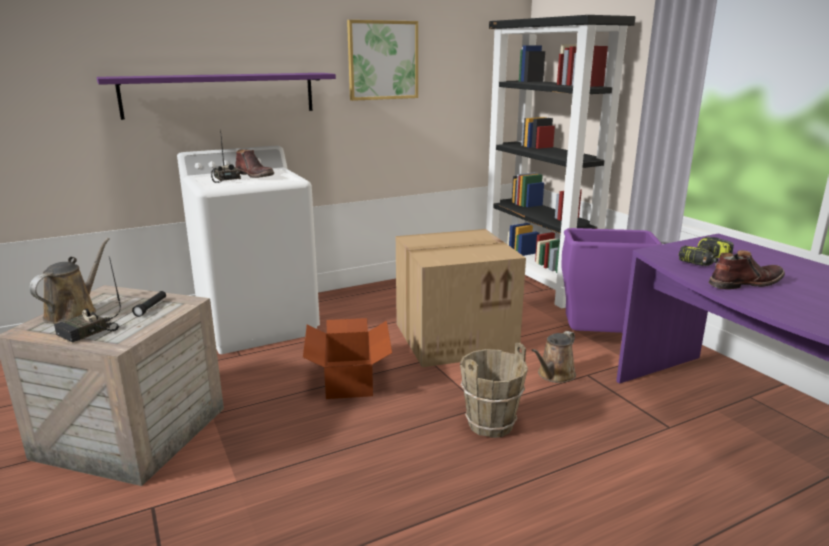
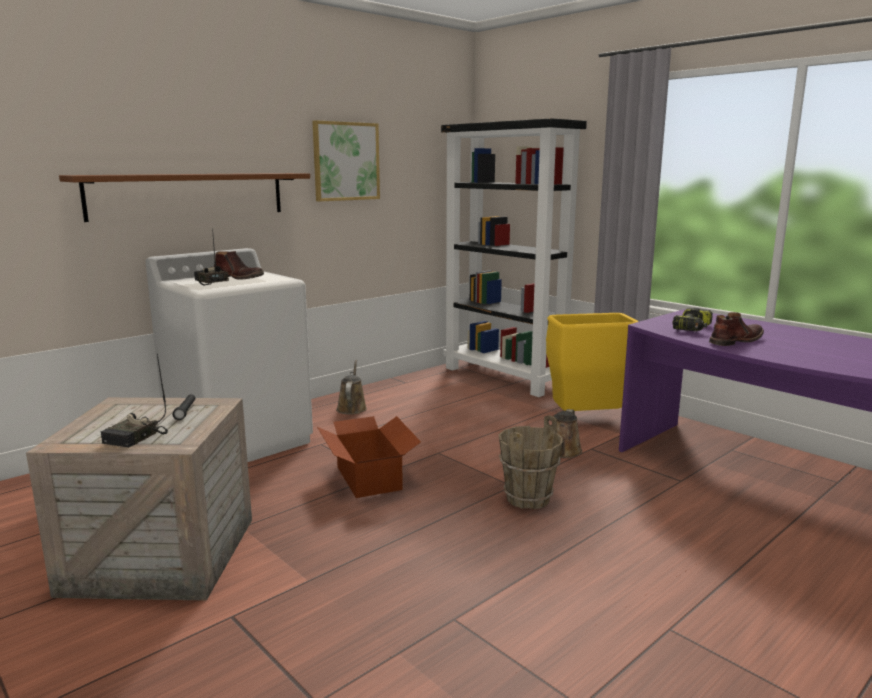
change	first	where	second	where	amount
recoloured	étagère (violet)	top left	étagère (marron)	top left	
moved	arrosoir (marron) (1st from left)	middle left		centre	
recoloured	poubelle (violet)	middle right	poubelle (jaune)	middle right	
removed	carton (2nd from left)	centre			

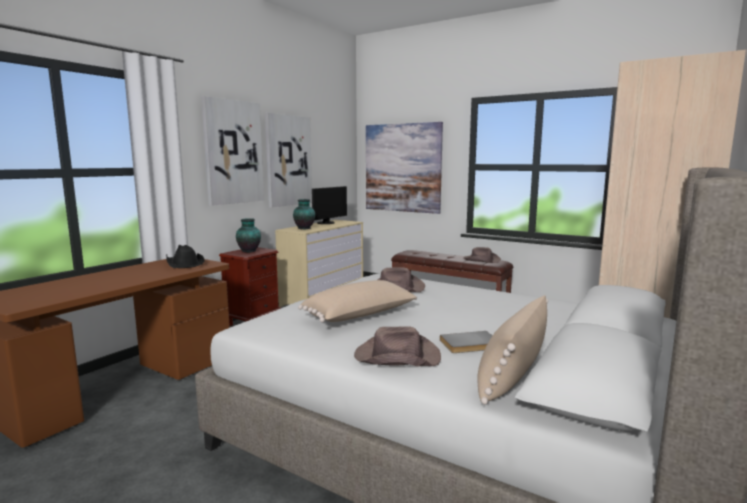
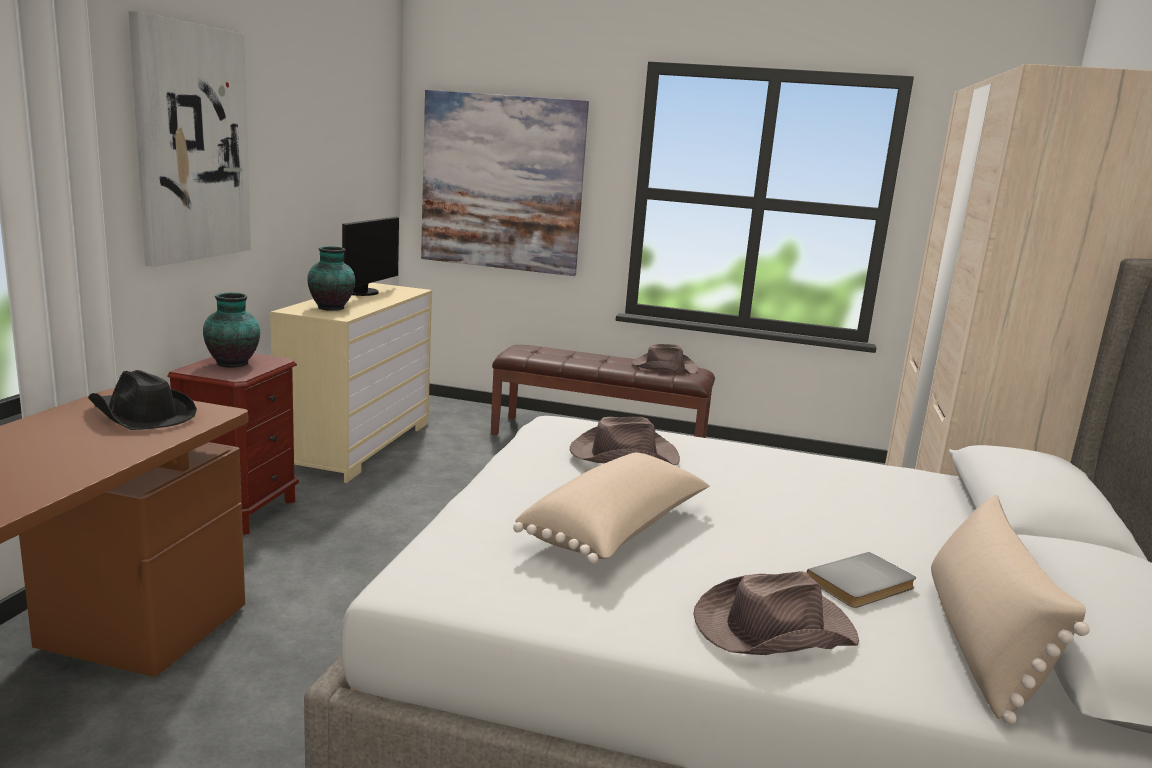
change	first	where	second	where	amount
removed	tableau (2nd from left)	top centre			

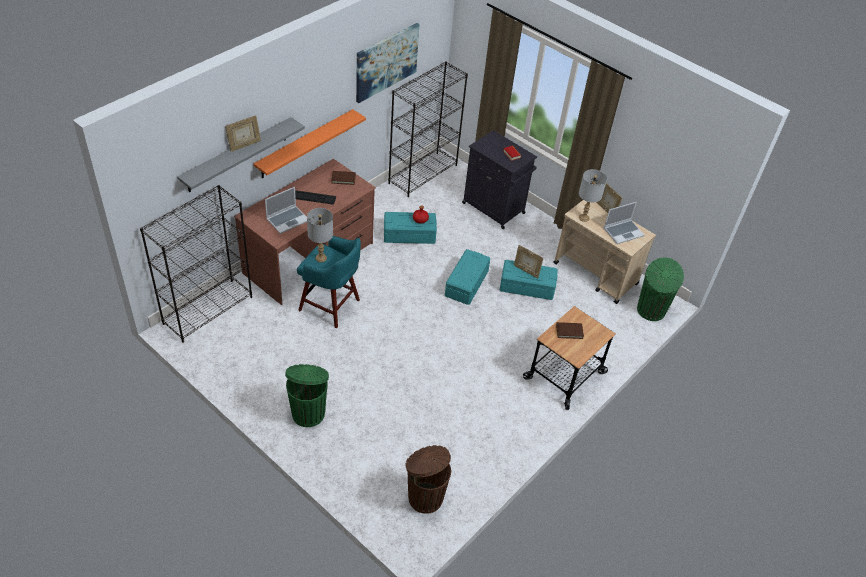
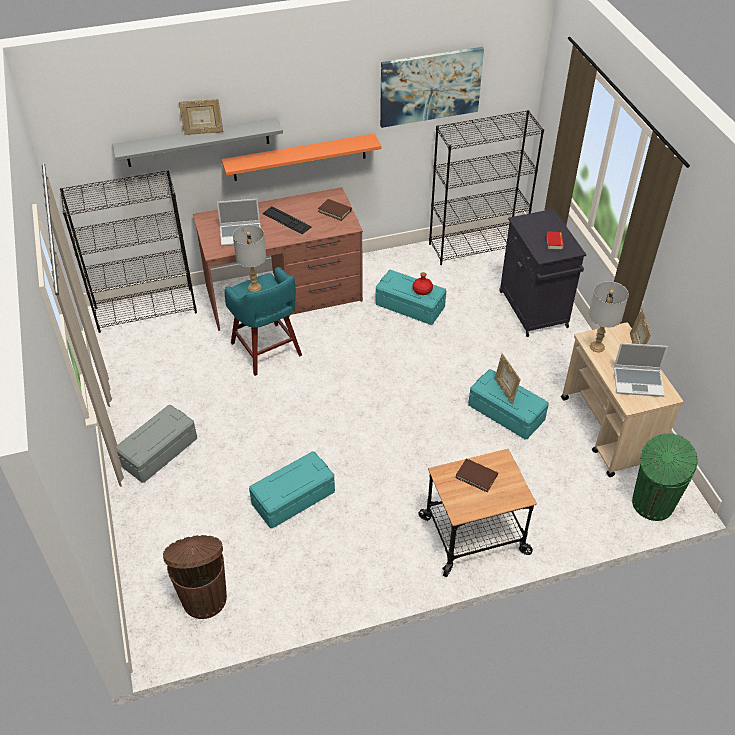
change	first	where	second	where	amount
replaced	poubelle (vert) (1st from left)	bottom centre	boîte de rangement (gris)	middle left	
moved	boîte de rangement (turquoise) (2nd from left in the first image)	centre	boîte de rangement (turquoise) (1st from left)	bottom centre	

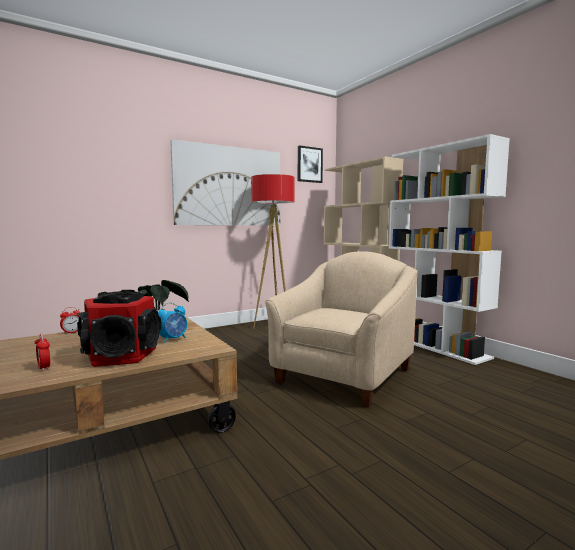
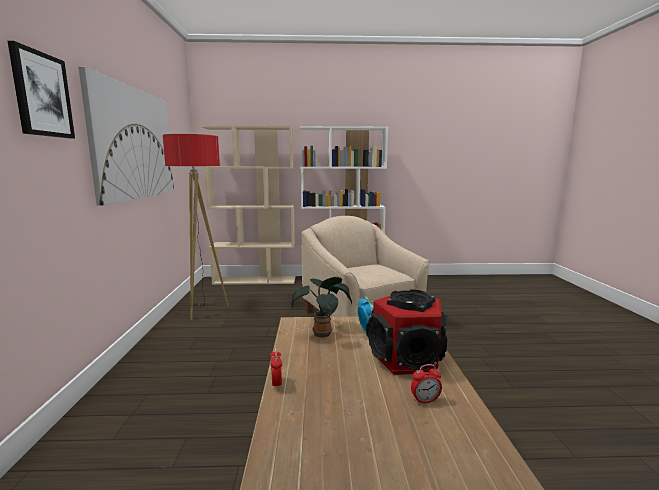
change	first	where	second	where	amount
moved	tableau (2nd from left in the first image)	top centre	tableau (1st from left)	top left	

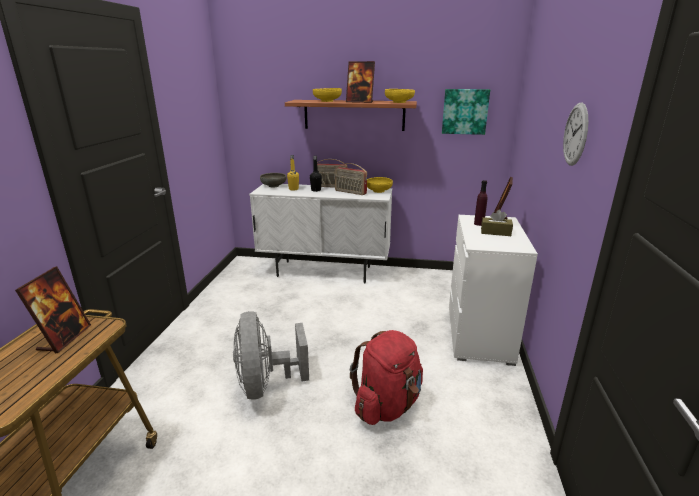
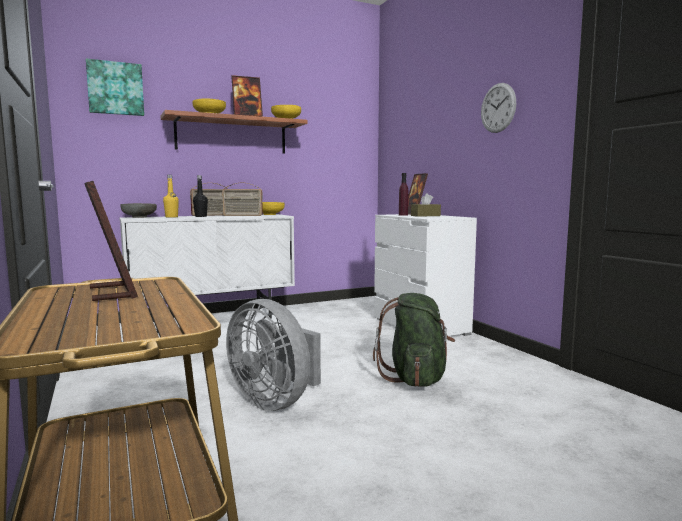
change	first	where	second	where	amount
moved	tableau	top right		top left	
recoloured	sac à dos (rouge)	bottom centre	sac à dos (vert)	centre	

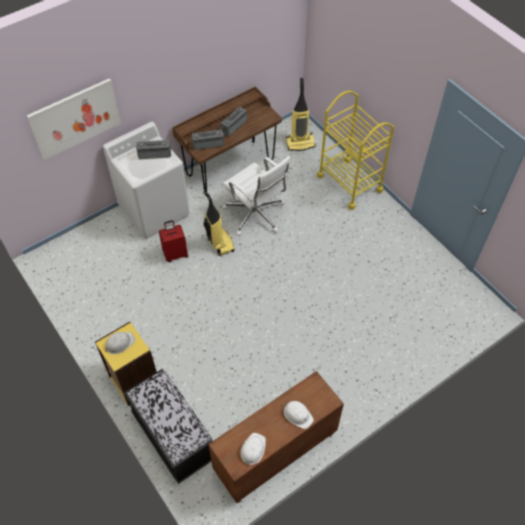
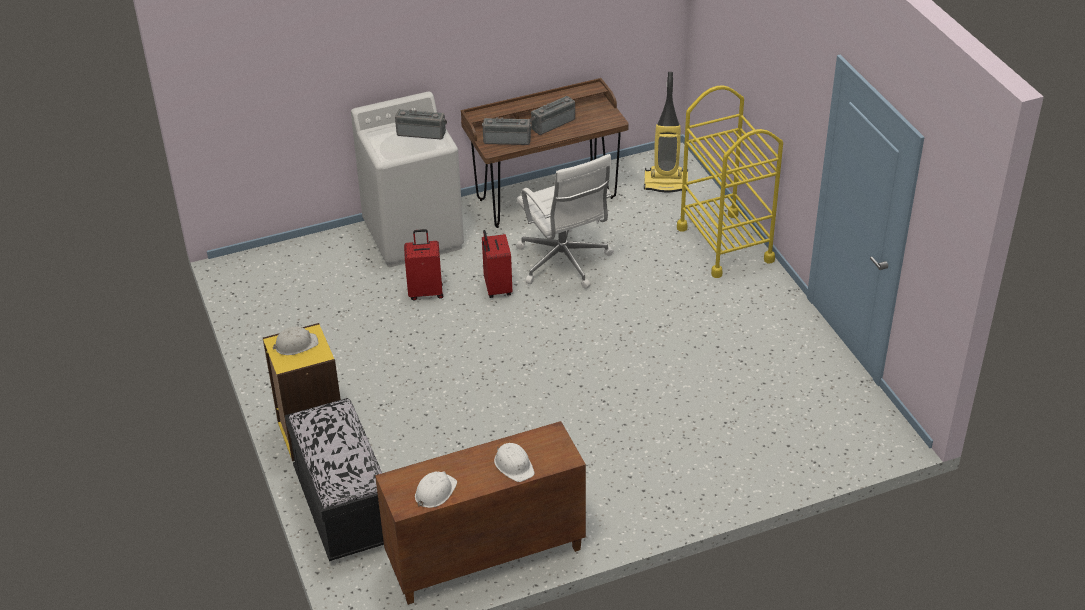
change	first	where	second	where	amount
replaced	aspirateur (1st from left)	centre	valise (rouge) (2nd from left)	centre	
removed	tableau	top left			

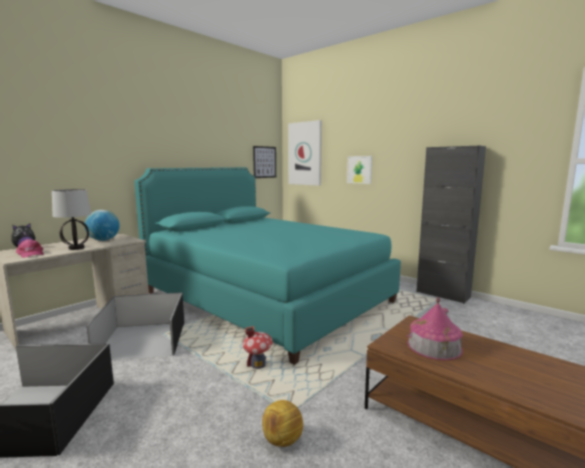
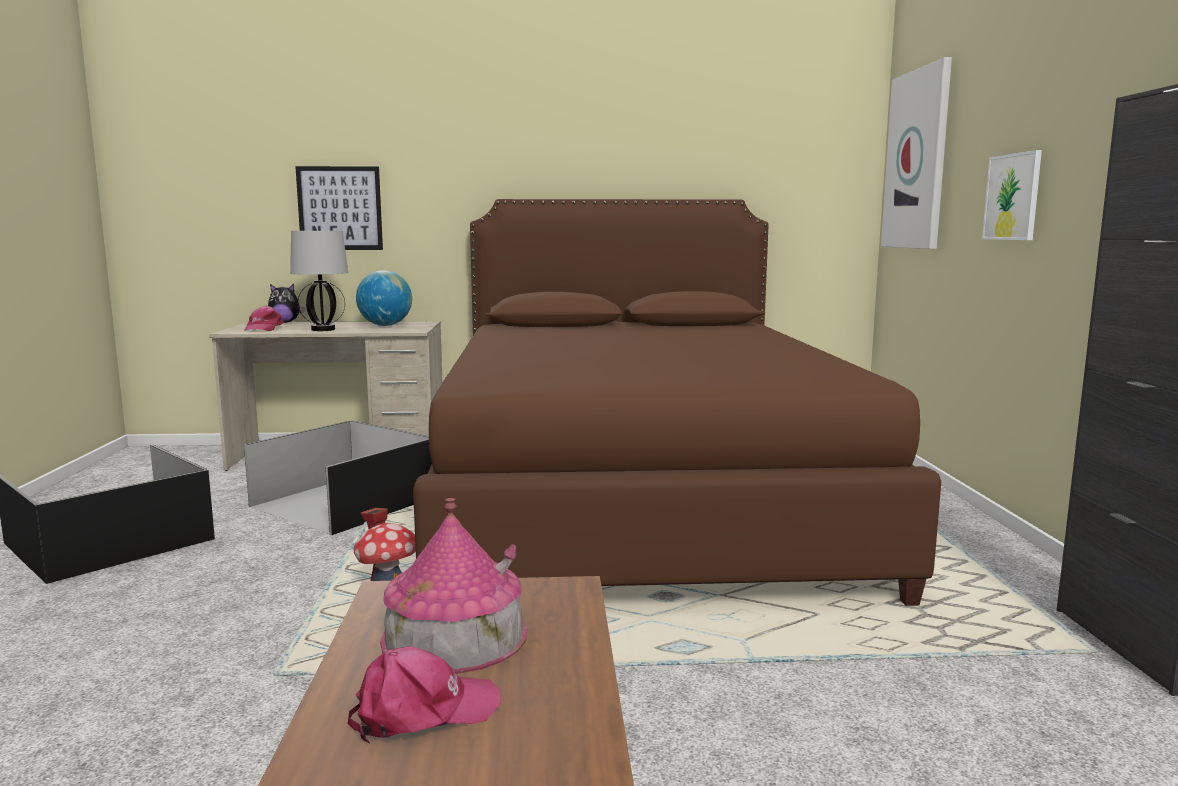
change	first	where	second	where	amount
moved	tableau (1st from left)	centre		top left	
added			casquette (rose) (2nd from left)	bottom centre	
recoloured	lit (turquoise)	centre	lit (marron)	centre	
removed	ballon de foot	bottom centre			

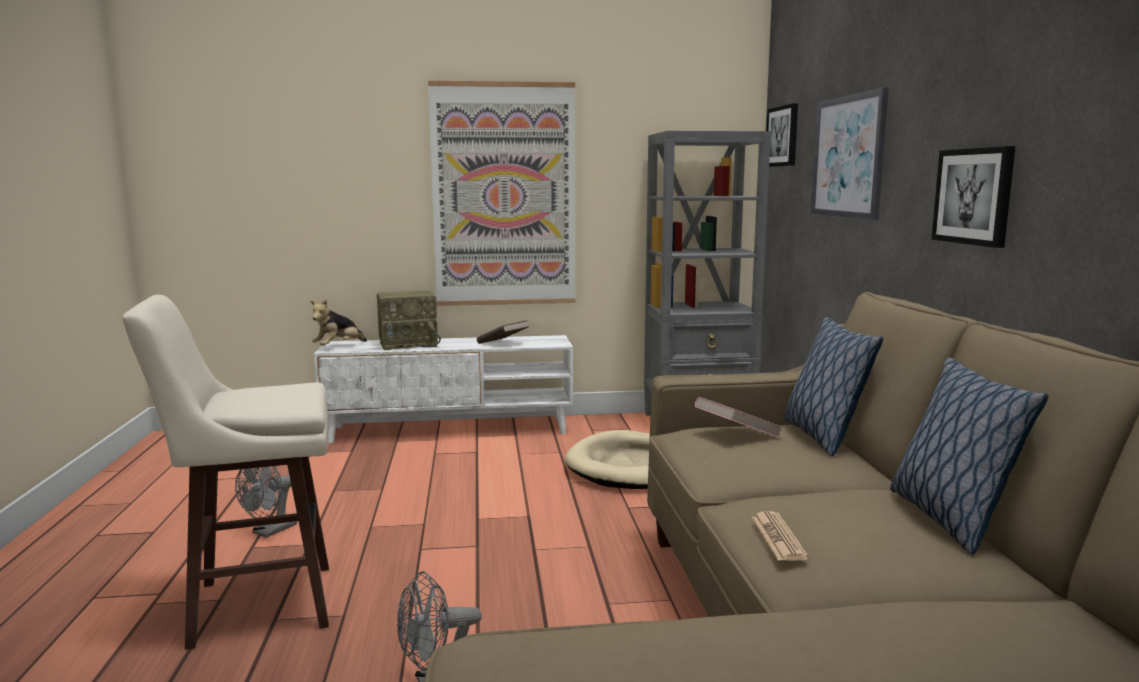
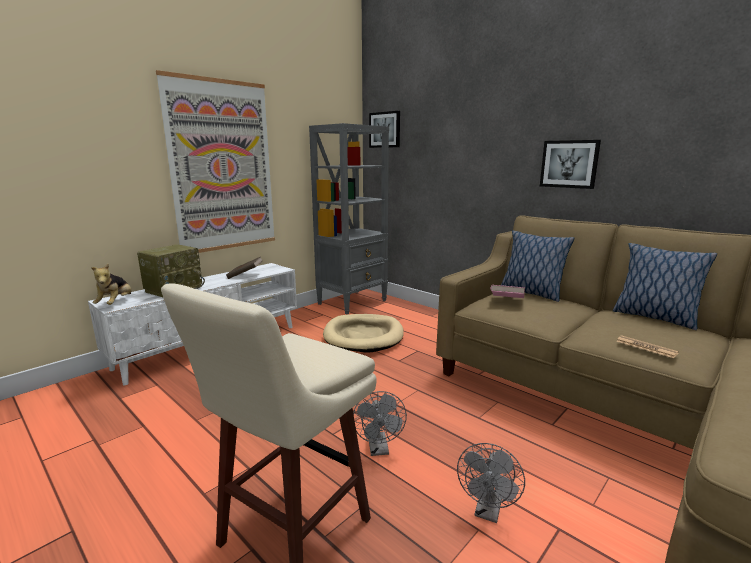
change	first	where	second	where	amount
moved	ventilateur (gris) (1st from left)	bottom left		bottom centre	
removed	tableau (3rd from left)	top right			

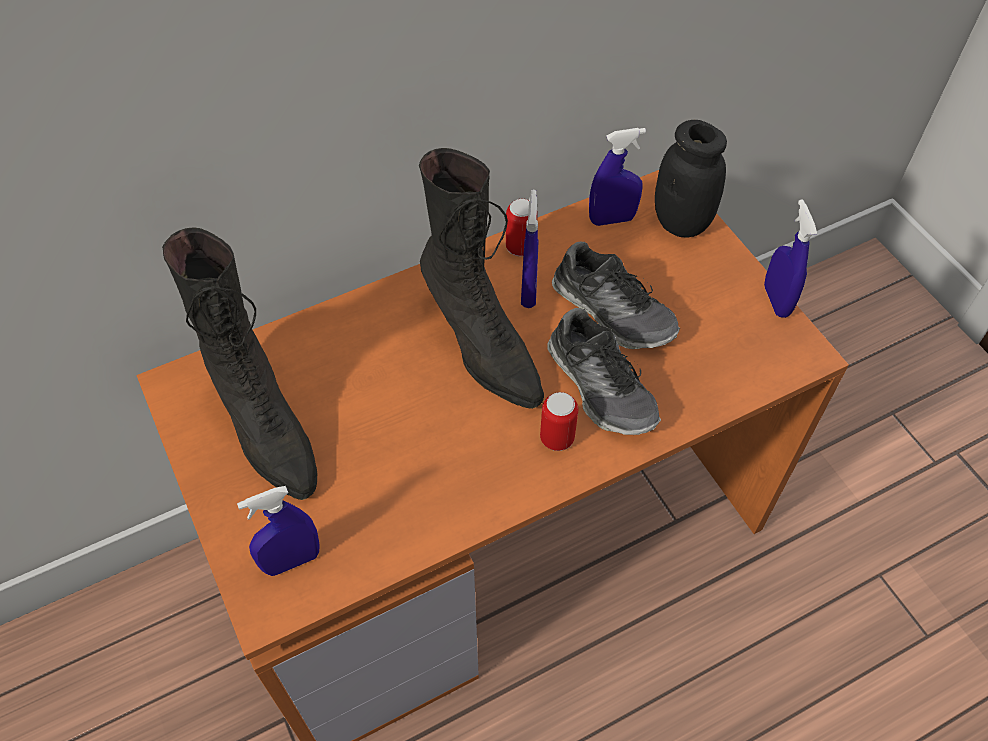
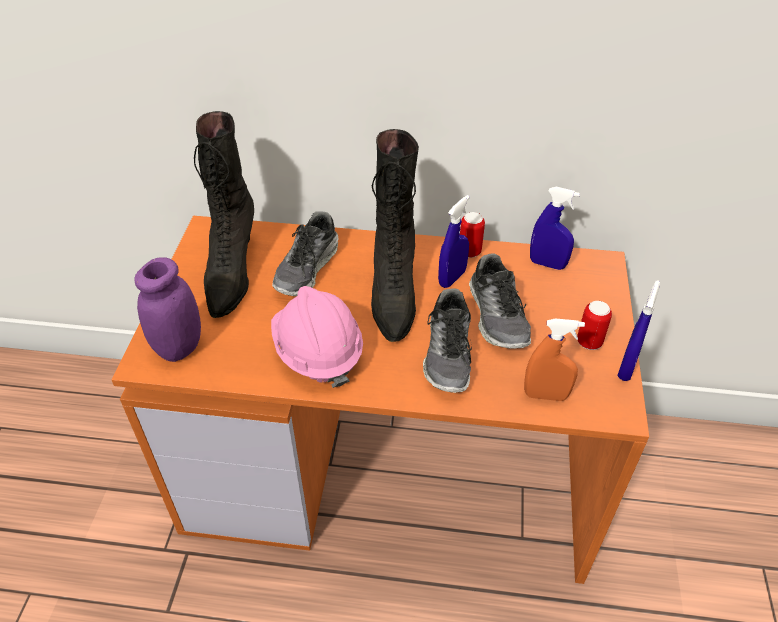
change	first	where	second	where	amount
replaced	vaporisateur (bleu) (1st from left)	bottom left	bocal (violet)	middle left	
added			casque de chantier (rose)	centre	
added			chaussure (1st from left)	centre	
added			vaporisateur (orange)	middle right	
moved	boîte métallique (2nd from left)	centre		middle right	
removed	bocal (noir)	top right			

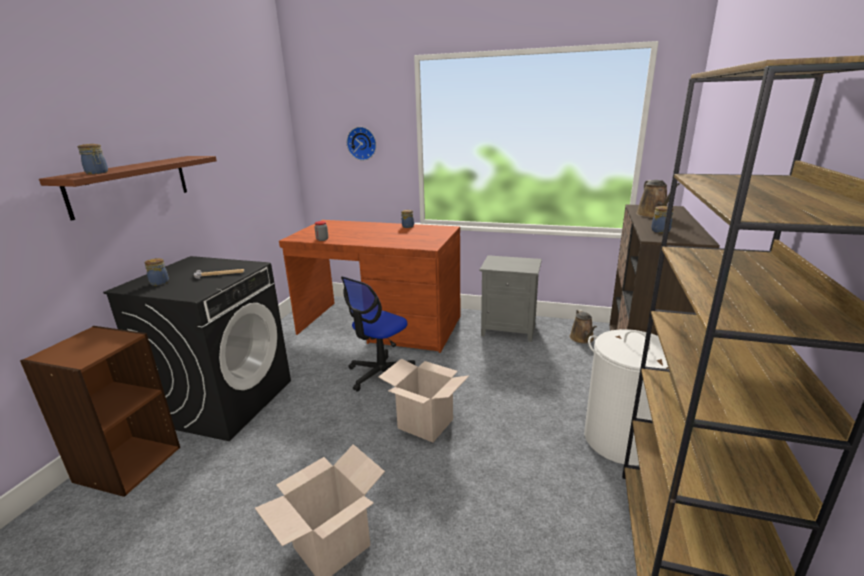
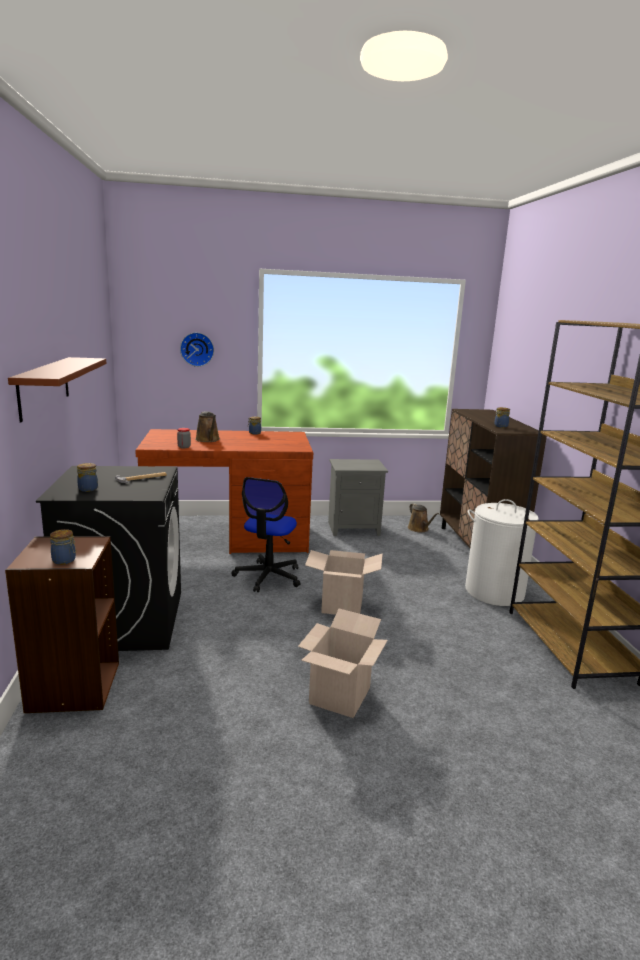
change	first	where	second	where	amount
moved	bocal (1st from left)	top left		middle left	
moved	arrosoir (marron) (2nd from left in the first image)	middle right	arrosoir (marron) (1st from left)	middle left	

